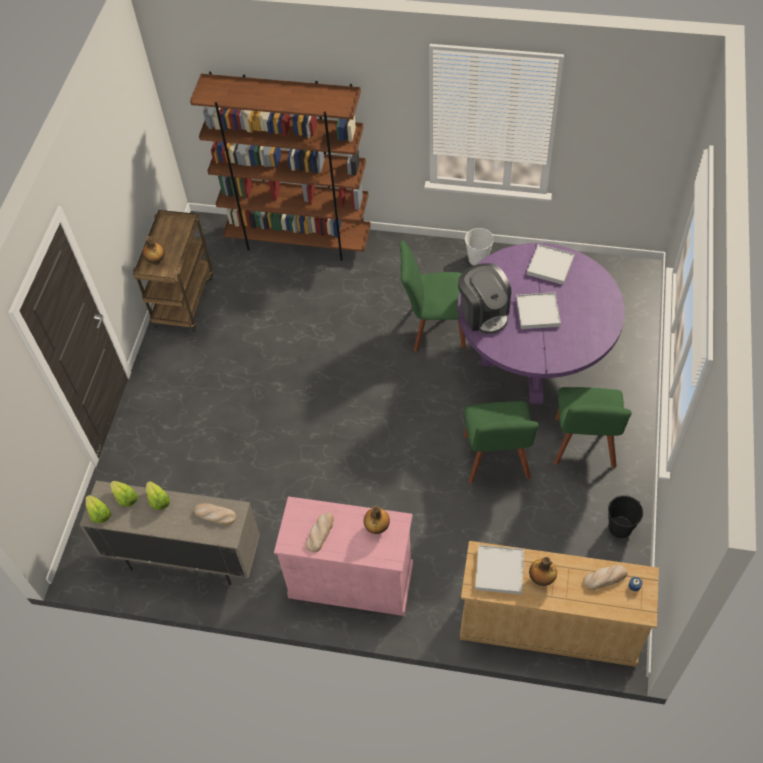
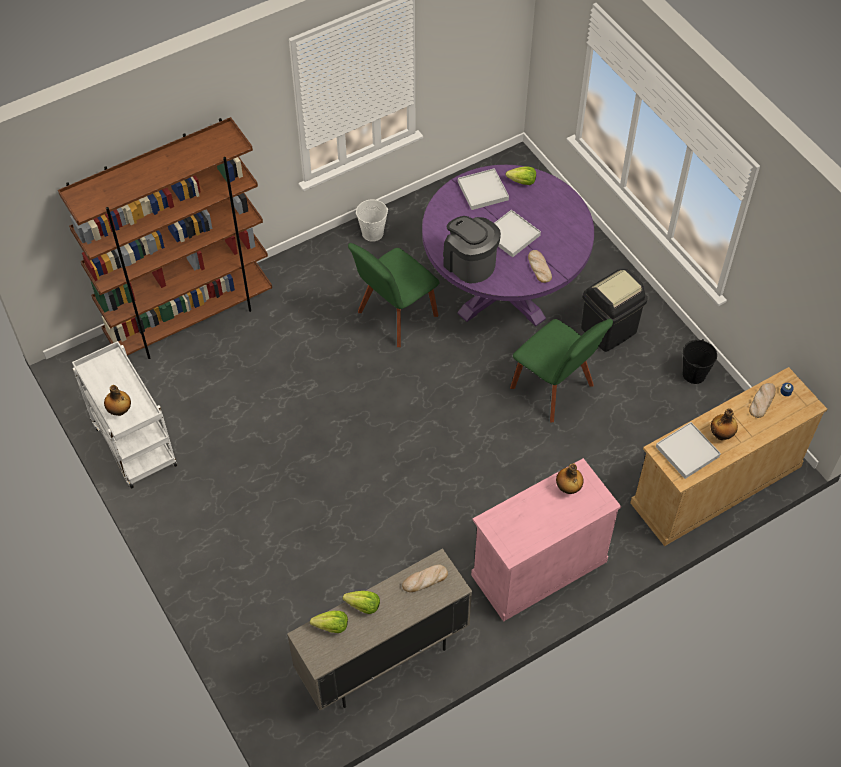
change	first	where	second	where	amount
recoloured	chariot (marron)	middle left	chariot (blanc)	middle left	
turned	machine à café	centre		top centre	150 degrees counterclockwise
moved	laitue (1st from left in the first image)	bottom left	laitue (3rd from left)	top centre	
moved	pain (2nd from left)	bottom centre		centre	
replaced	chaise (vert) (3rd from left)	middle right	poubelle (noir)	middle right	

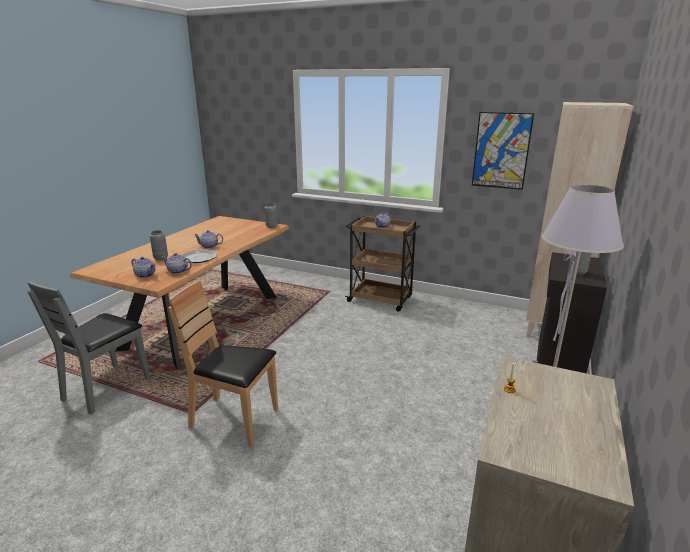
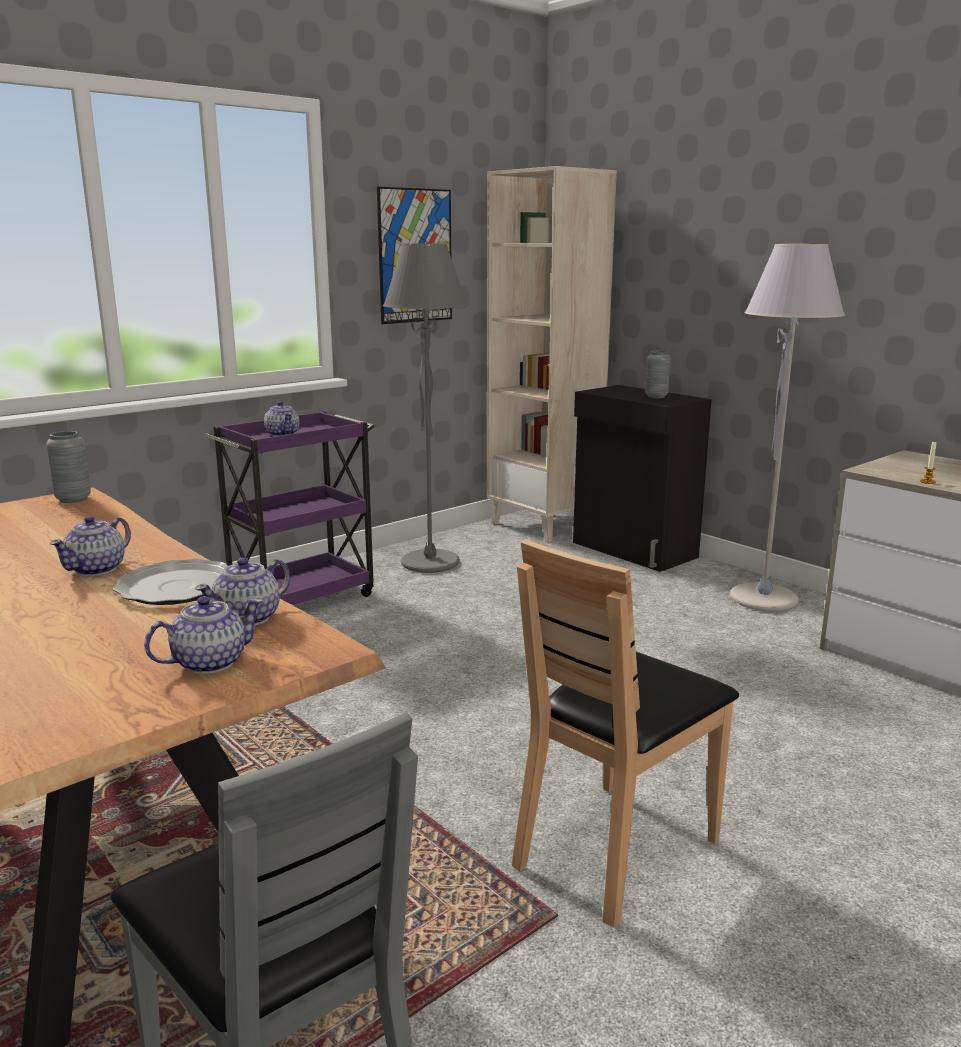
change	first	where	second	where	amount
recoloured	chariot (marron)	centre	chariot (violet)	middle left	
added			lampadaire (gris) (1st from left)	centre	
removed	vase (gris) (1st from left)	middle left			

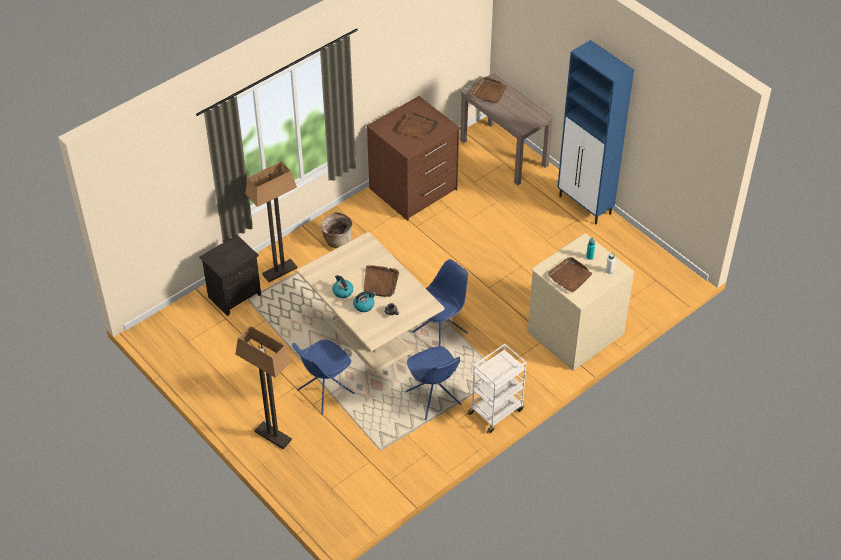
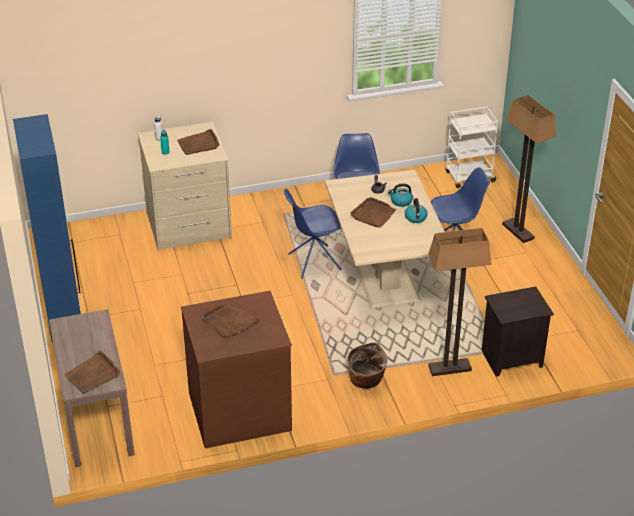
change	first	where	second	where	amount
moved	chariot (blanc)	bottom centre		top right	

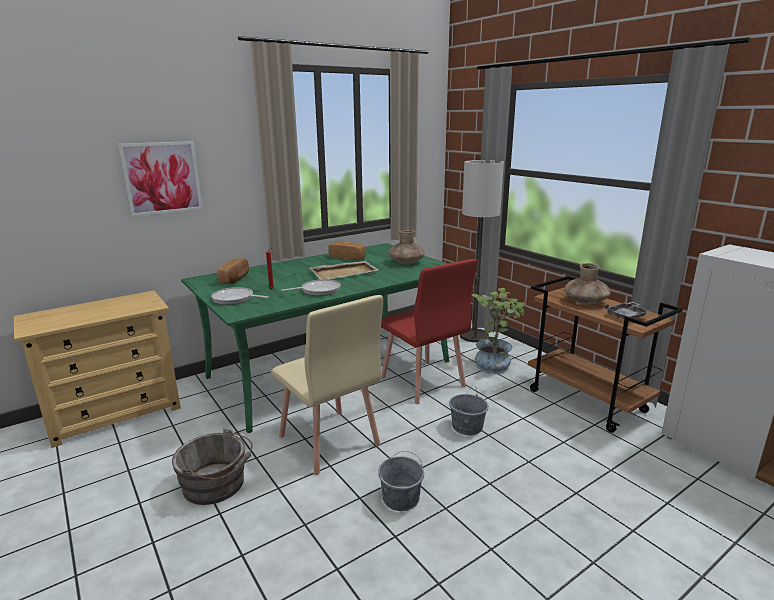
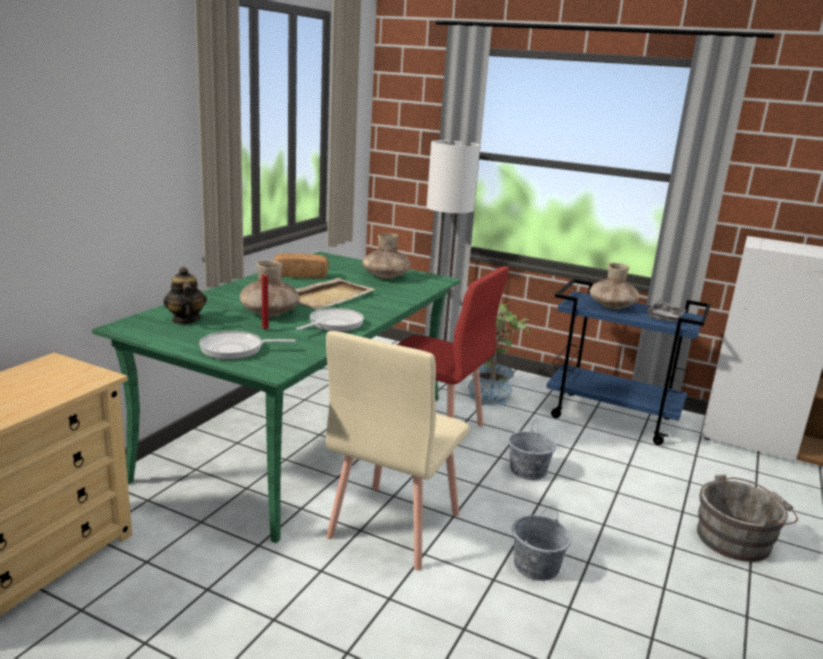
change	first	where	second	where	amount
replaced	pain (1st from left)	middle left	théière	middle left	
added			vase (marron) (1st from left)	middle left	
turned	chaise (beige)	centre		bottom centre	90 degrees clockwise
recoloured	chariot (marron)	middle right	chariot (bleu)	middle right	
moved	seau (gris) (1st from left in the first image)	bottom left	seau (gris) (3rd from left)	bottom right	
removed	tableau	top left			

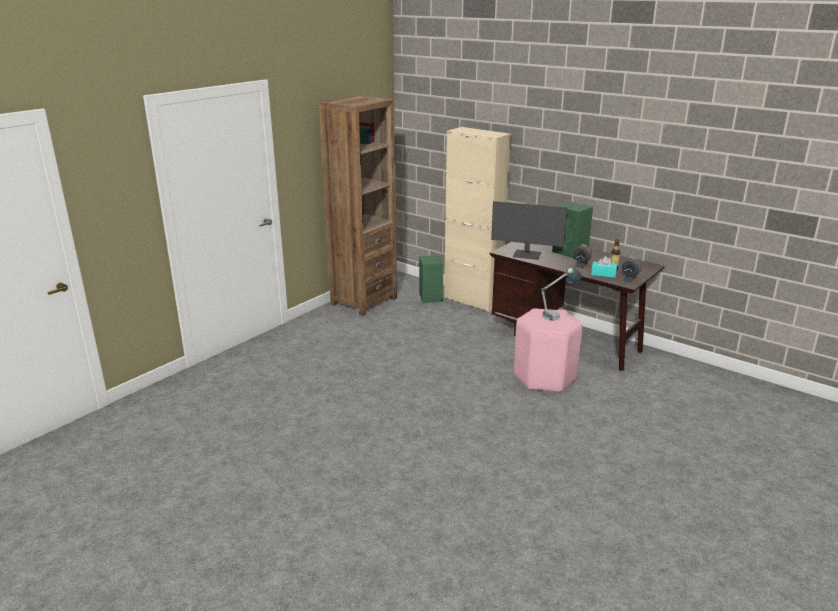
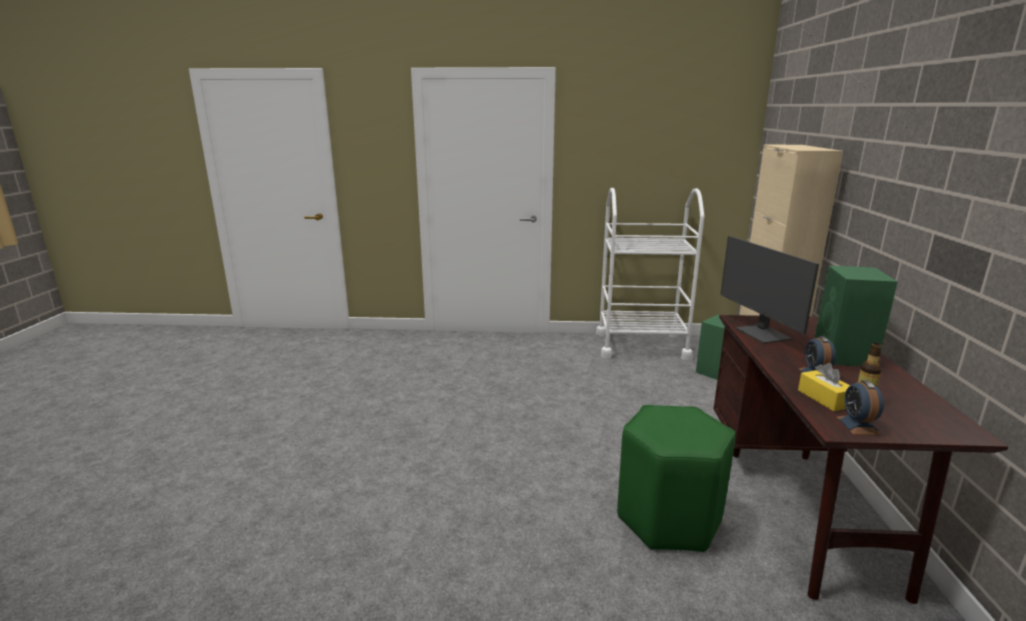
change	first	where	second	where	amount
replaced	bibliothèque (marron)	centre	chariot (blanc)	centre	
recoloured	tabouret (rose)	centre	tabouret (vert)	bottom centre	
recoloured	boîte à mouchoirs (turquoise)	middle right	boîte à mouchoirs (jaune)	middle right	
removed	lampe de table	middle right			

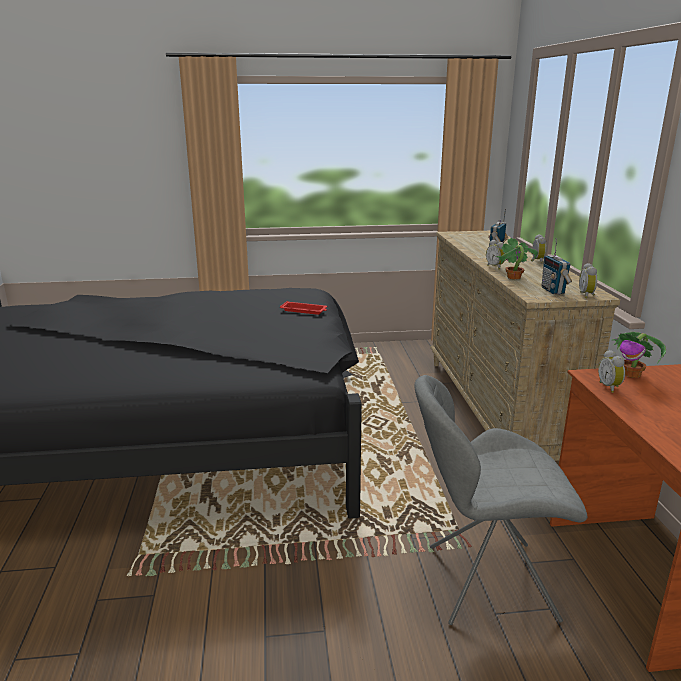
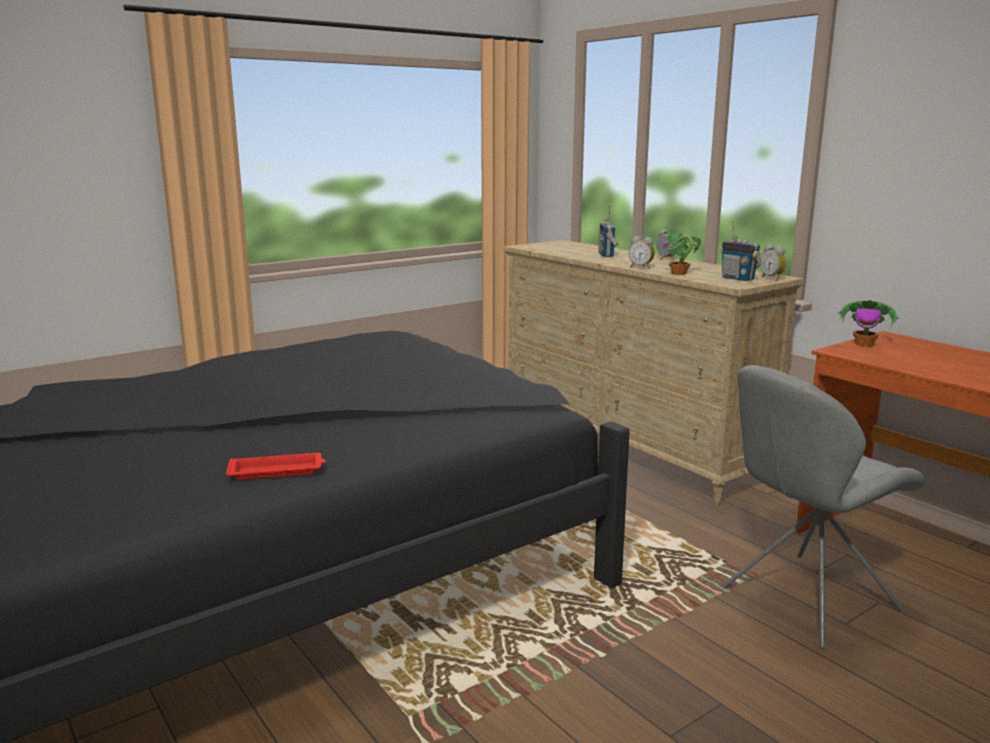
change	first	where	second	where	amount
moved	plateau (rouge)	centre		middle left	
removed	réveil (4th from left)	middle right			

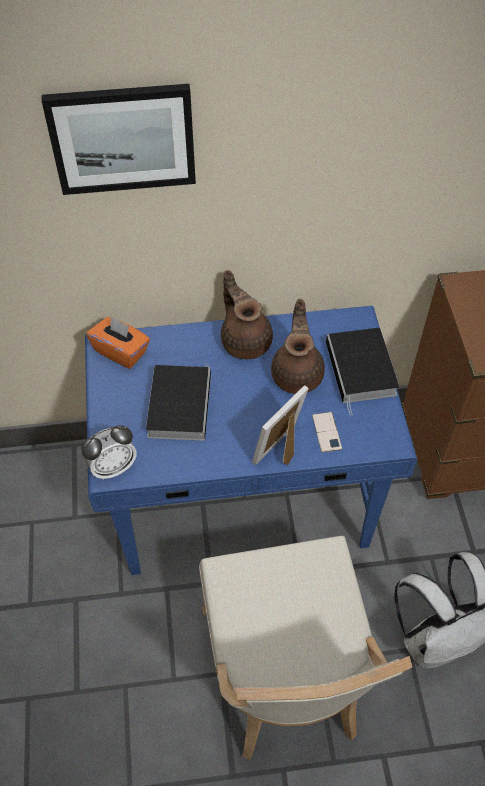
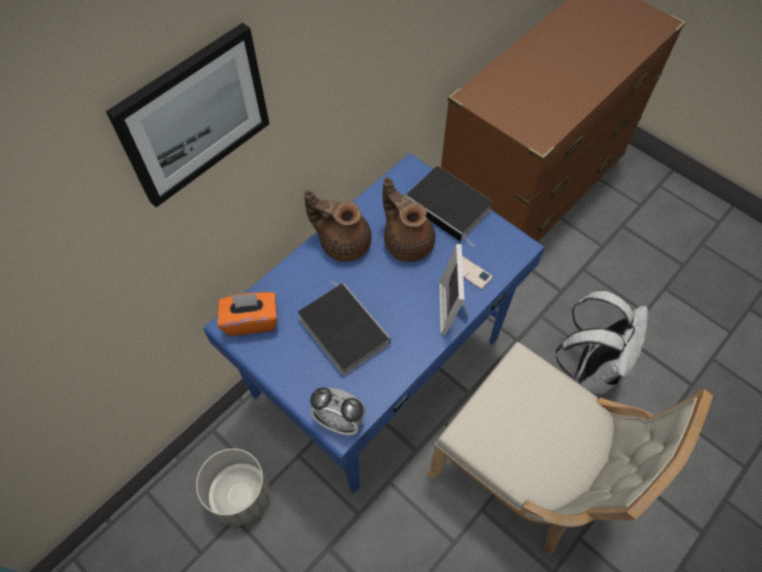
change	first	where	second	where	amount
added			cache-pot (gris)	bottom left	
turned	réveil	middle left		bottom centre	90 degrees clockwise

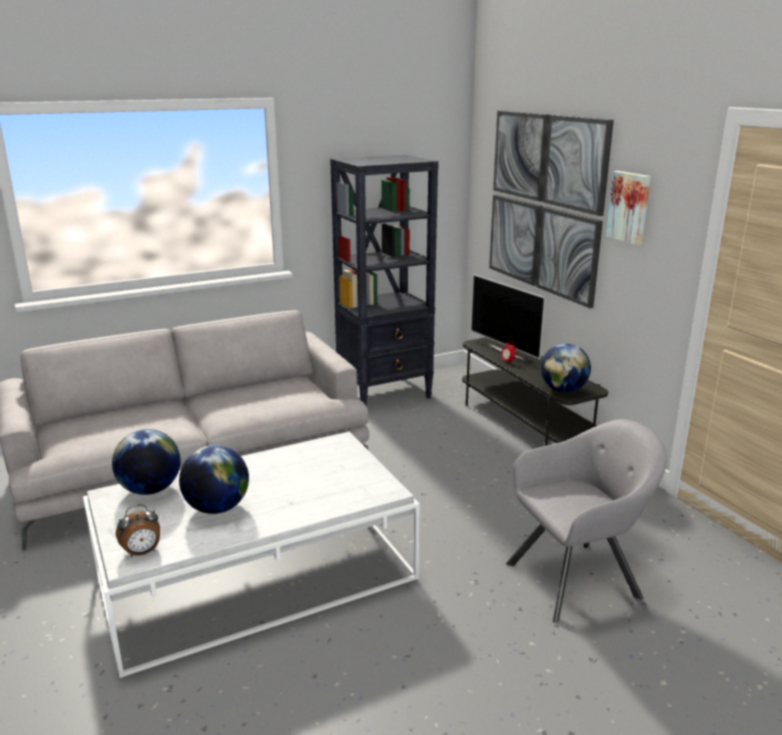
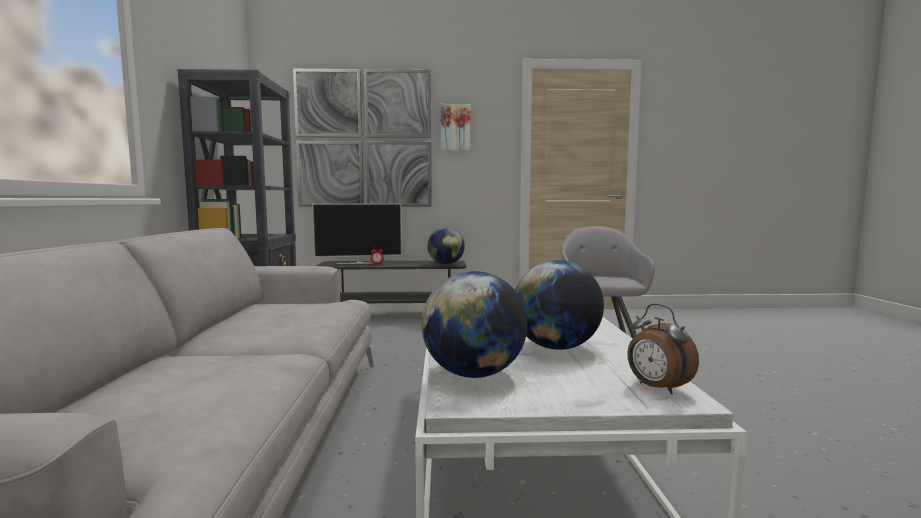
change	first	where	second	where	amount
turned	réveil (1st from left in the first image)	bottom left	réveil (2nd from left)	bottom right	150 degrees clockwise

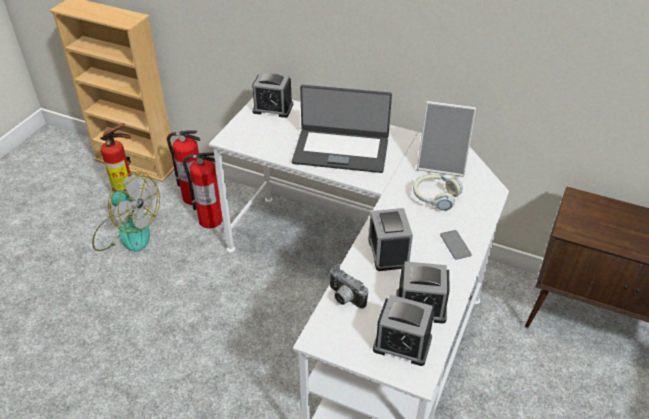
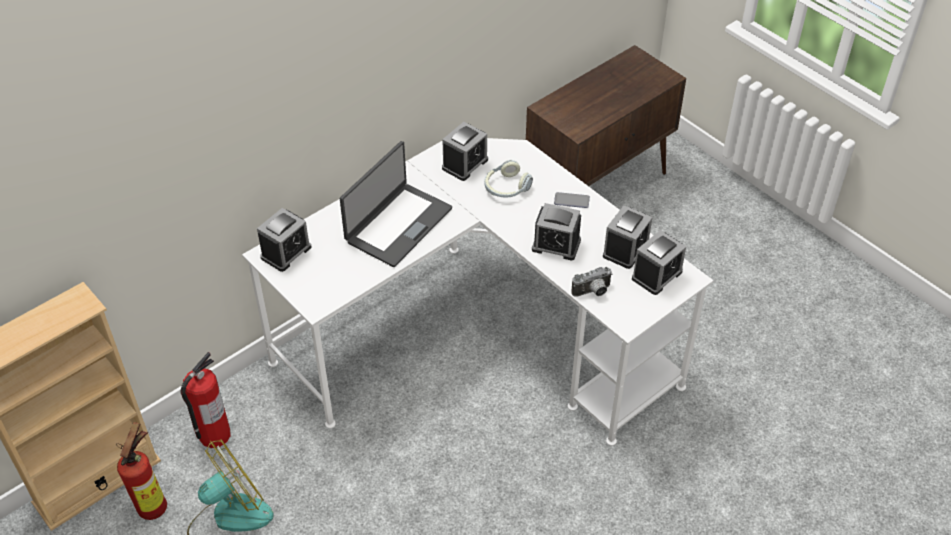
change	first	where	second	where	amount
replaced	cadre photo	top right	réveil (2nd from left)	top centre	
removed	extincteur (3rd from left)	middle left			

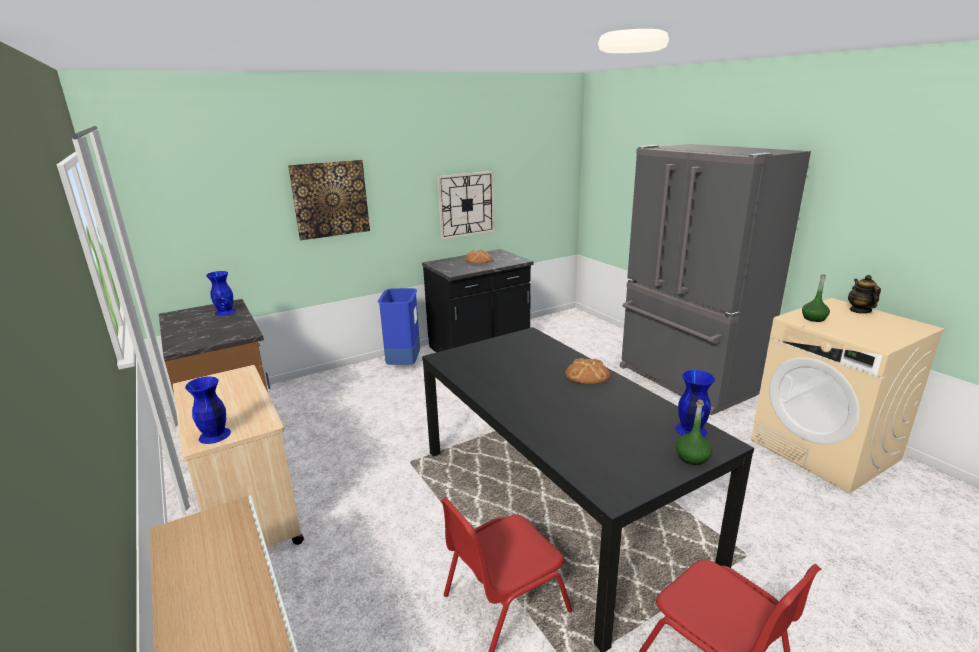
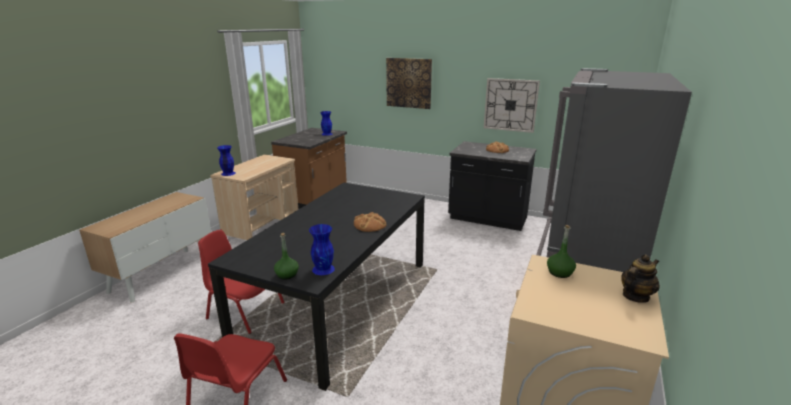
change	first	where	second	where	amount
removed	poubelle (bleu)	centre			

